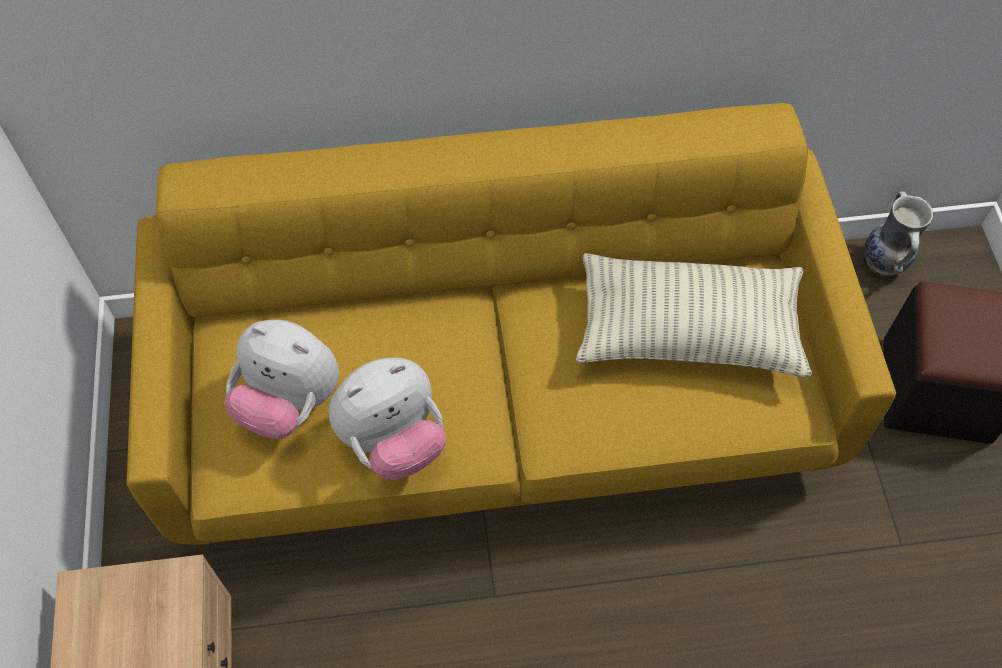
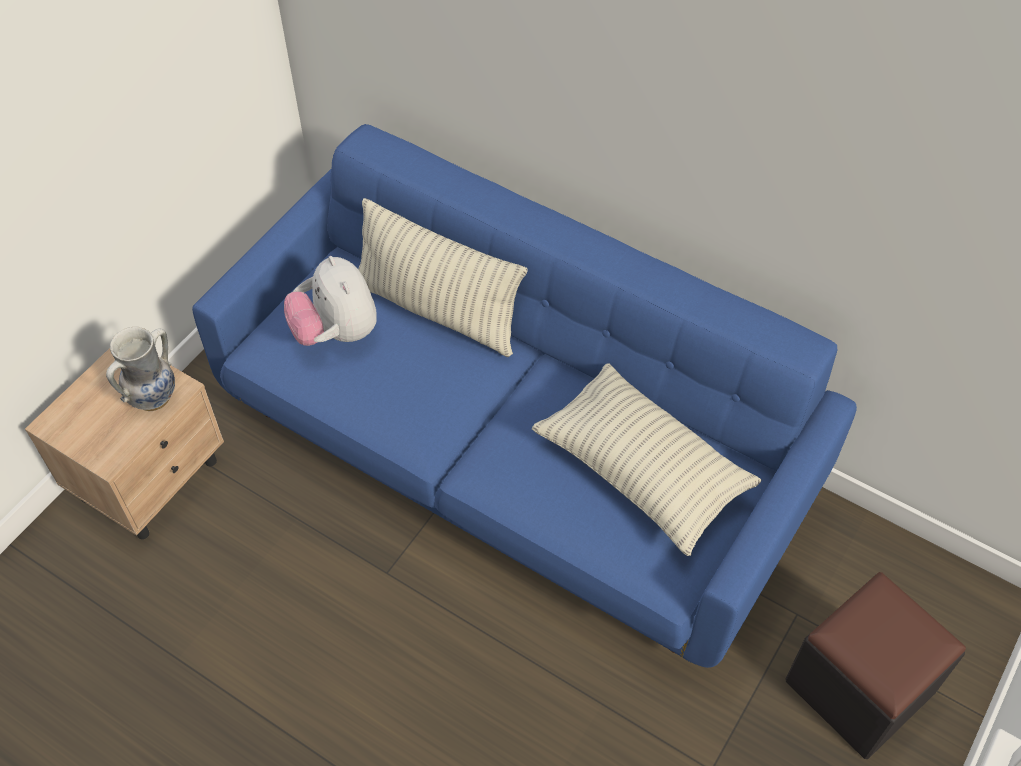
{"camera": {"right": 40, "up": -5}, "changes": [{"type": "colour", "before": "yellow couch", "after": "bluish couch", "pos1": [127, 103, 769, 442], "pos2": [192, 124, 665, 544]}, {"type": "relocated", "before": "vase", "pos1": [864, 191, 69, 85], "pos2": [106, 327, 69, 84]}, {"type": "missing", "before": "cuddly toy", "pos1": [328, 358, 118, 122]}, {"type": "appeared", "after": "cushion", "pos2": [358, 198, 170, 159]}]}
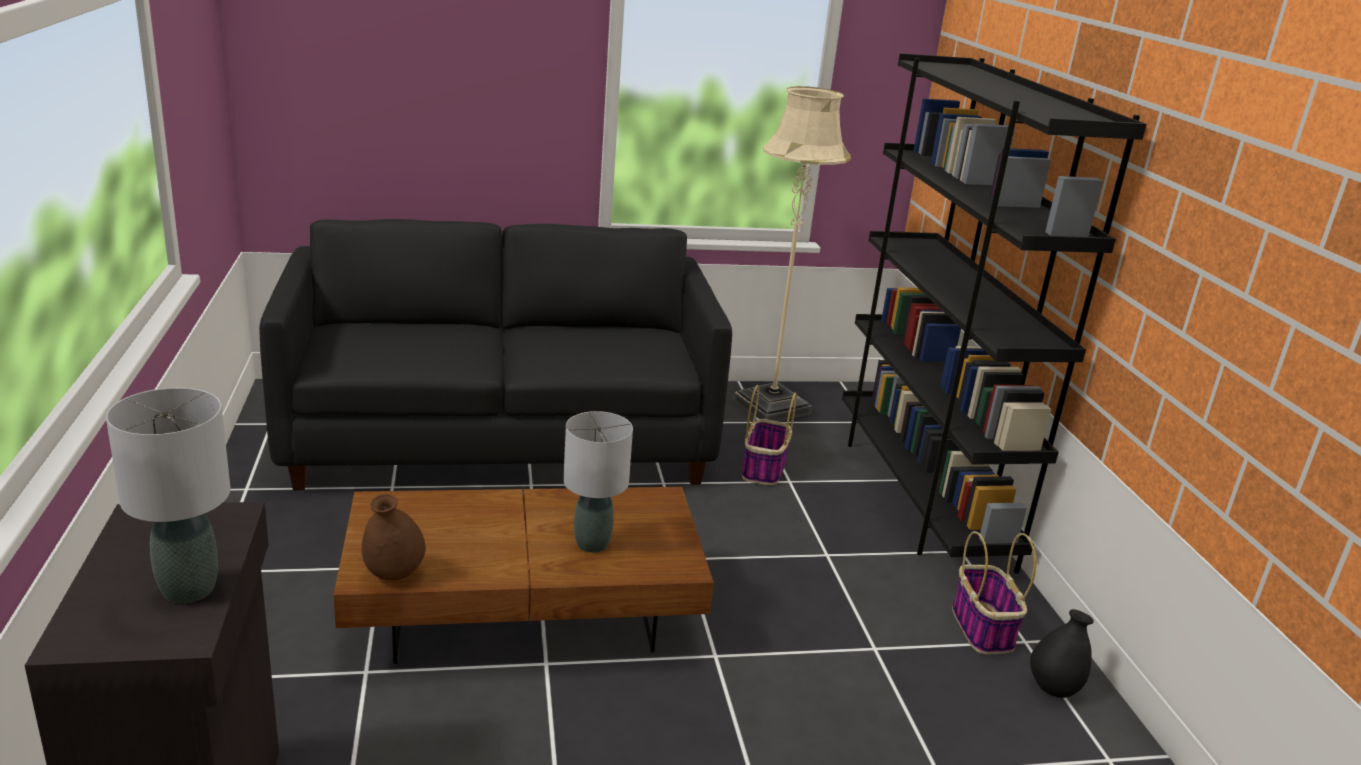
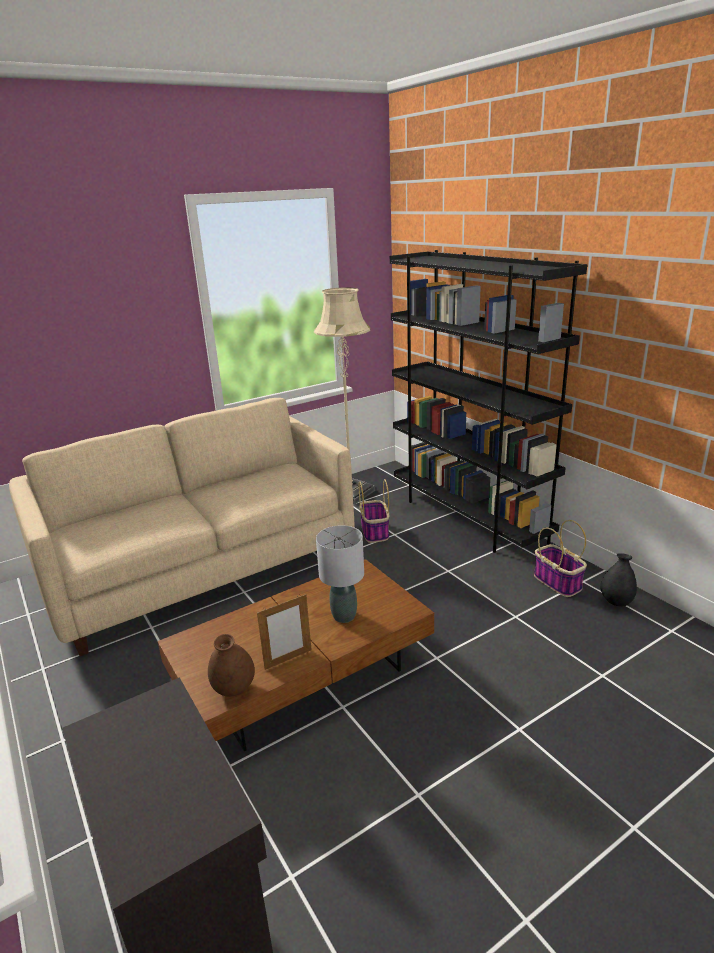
{"camera": {"right": -20, "up": 0}, "changes": [{"type": "colour", "before": "blackish couch", "after": "beige couch", "pos1": [259, 219, 473, 271], "pos2": [9, 398, 346, 258]}, {"type": "missing", "before": "gray tabletop lamp", "pos1": [106, 388, 125, 215]}, {"type": "appeared", "after": "picture frame", "pos2": [257, 594, 55, 76]}]}
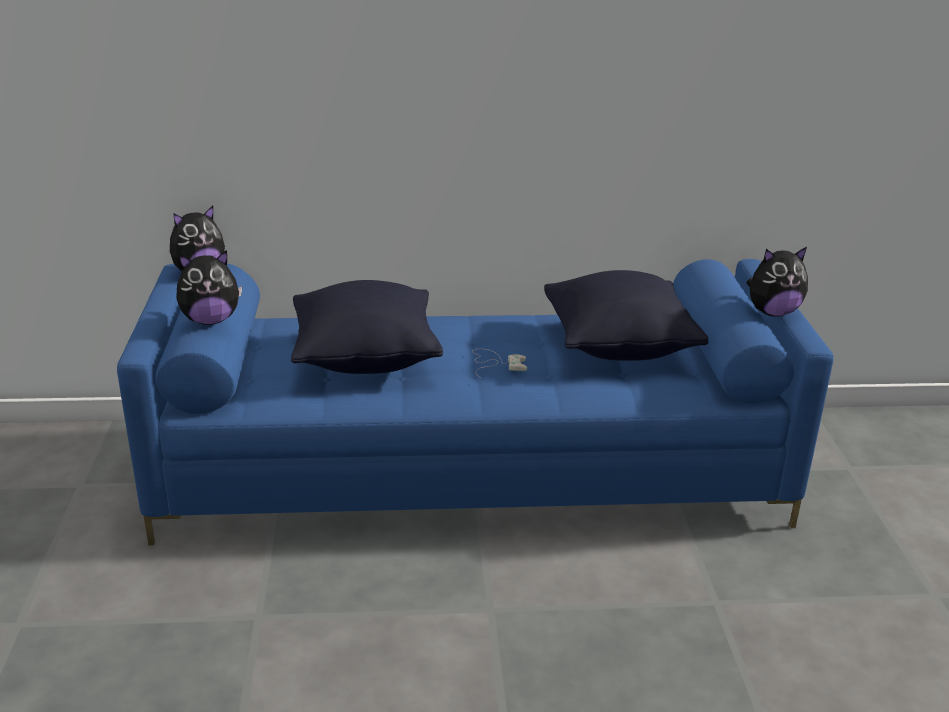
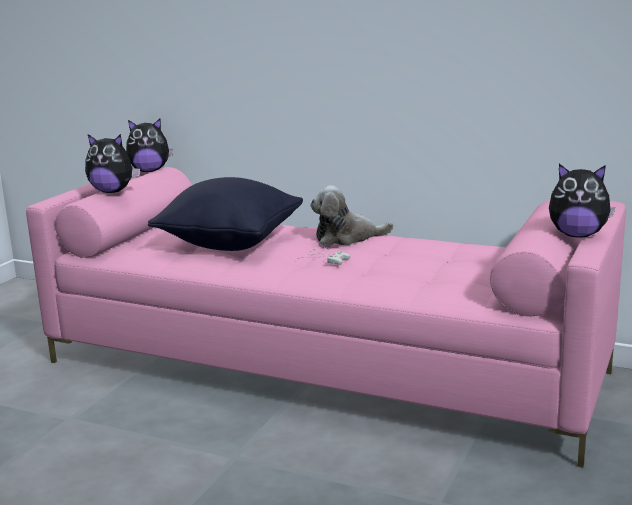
{"camera": {"right": 30, "up": -10}, "changes": [{"type": "colour", "before": "bluish couch", "after": "pink-coloured couch", "pos1": [117, 259, 717, 286], "pos2": [26, 167, 600, 301]}, {"type": "missing", "before": "blackish cushion", "pos1": [544, 270, 164, 91]}, {"type": "appeared", "after": "cuddly toy", "pos2": [310, 185, 84, 60]}]}
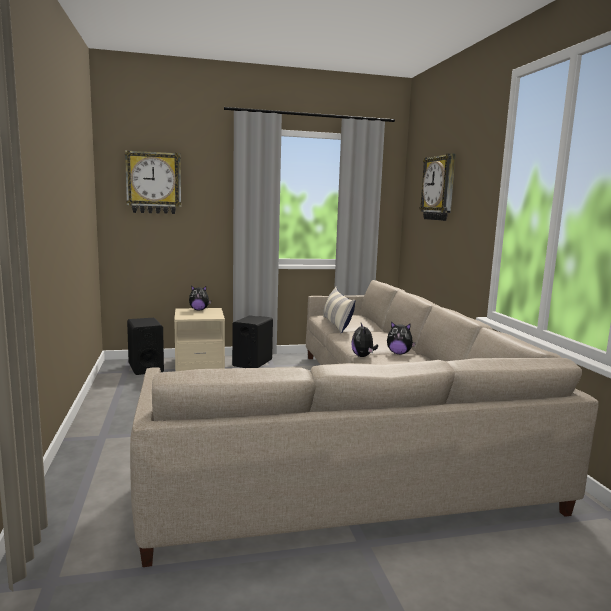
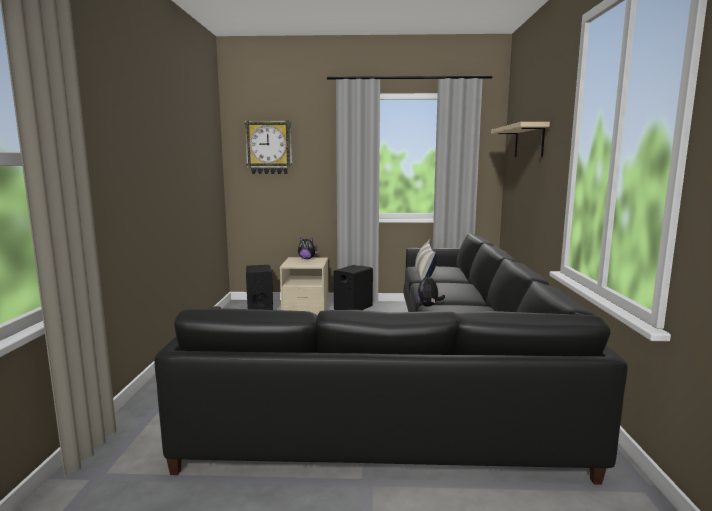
{"camera": {"right": 15, "up": 0}, "changes": [{"type": "exchanged", "before": "clock on the wall", "after": "beige shelf", "pos1": [419, 154, 37, 67], "pos2": [491, 122, 59, 35]}, {"type": "colour", "before": "beige couch", "after": "blackish couch", "pos1": [130, 280, 468, 287], "pos2": [154, 233, 474, 252]}, {"type": "missing", "before": "cuddly toy", "pos1": [387, 321, 29, 33]}]}
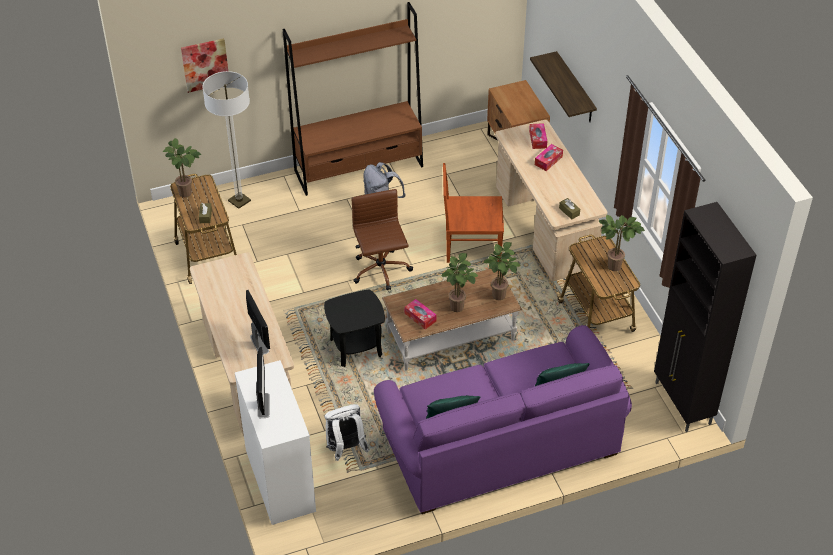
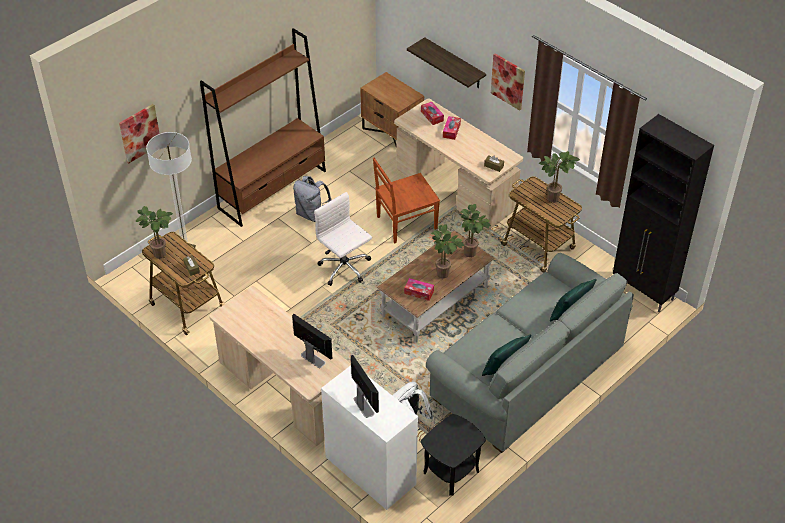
{"camera": {"right": -25, "up": 0}, "changes": [{"type": "colour", "before": "brownish computer chair", "after": "white-coloured computer chair", "pos1": [352, 189, 61, 102], "pos2": [314, 192, 58, 94]}, {"type": "relocated", "before": "blackish end table", "pos1": [324, 289, 61, 78], "pos2": [421, 414, 65, 82]}, {"type": "colour", "before": "purple-coloured couch", "after": "gray couch", "pos1": [374, 325, 258, 189], "pos2": [426, 253, 208, 200]}, {"type": "appeared", "after": "picture", "pos2": [491, 53, 34, 58]}]}
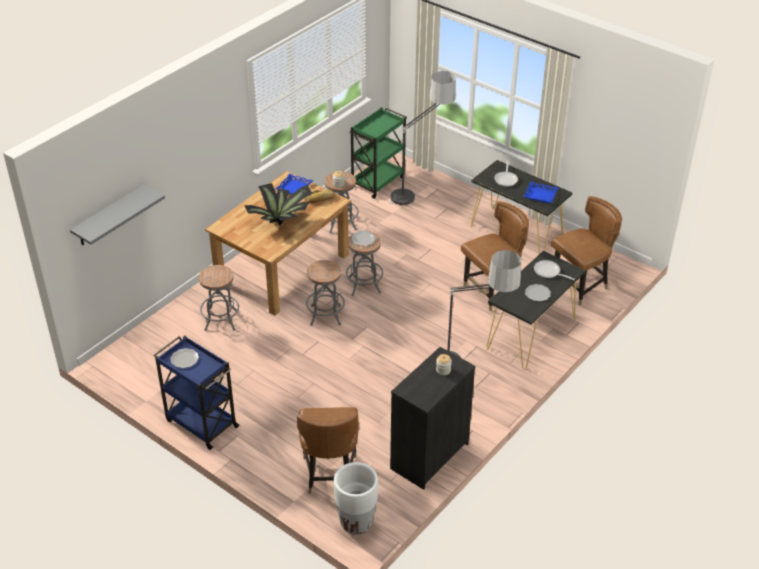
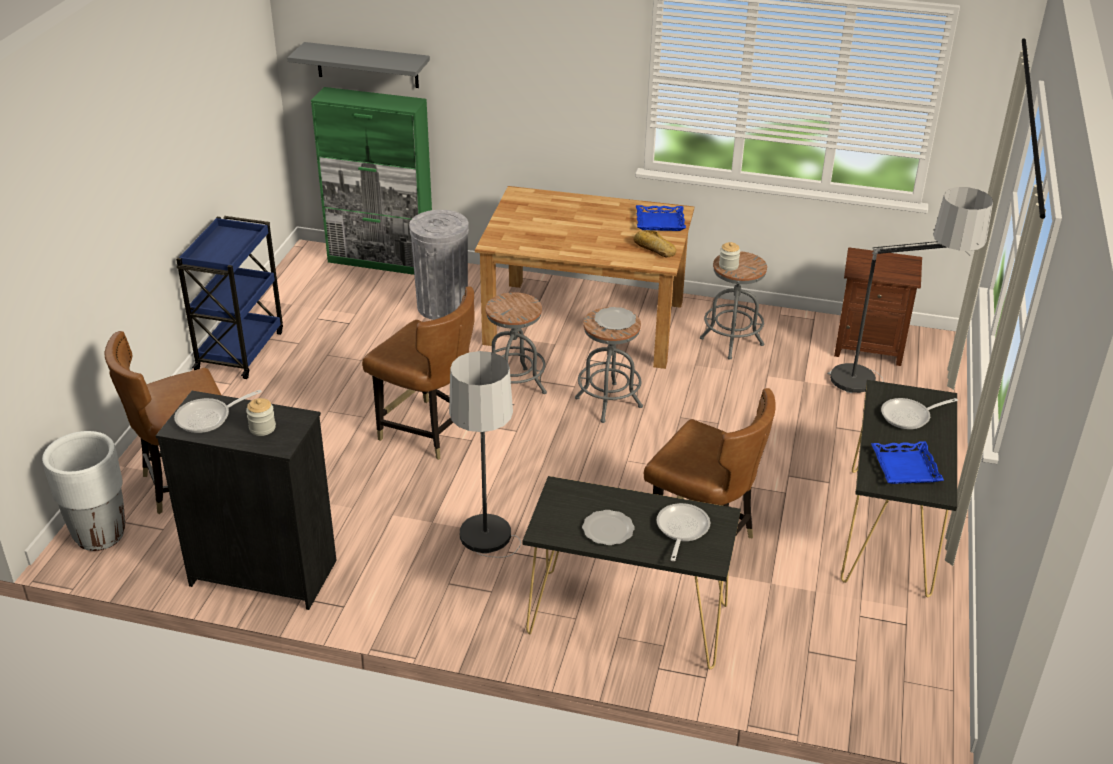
{"camera": {"right": 65, "up": -5}, "changes": [{"type": "exchanged", "before": "green-coloured trolley", "after": "brownish night table", "pos1": [349, 107, 58, 92], "pos2": [834, 247, 88, 119]}, {"type": "missing", "before": "houseplant", "pos1": [244, 183, 69, 42]}, {"type": "relocated", "before": "brownish plain chair", "pos1": [551, 196, 71, 110], "pos2": [362, 287, 112, 173]}, {"type": "exchanged", "before": "gray stool", "after": "gray rubbish bin", "pos1": [198, 265, 41, 66], "pos2": [409, 210, 60, 110]}, {"type": "missing", "before": "dinner plate", "pos1": [170, 348, 29, 20]}, {"type": "appeared", "after": "green-coloured cupboard", "pos2": [311, 87, 121, 188]}, {"type": "appeared", "after": "skillet", "pos2": [174, 390, 88, 43]}]}
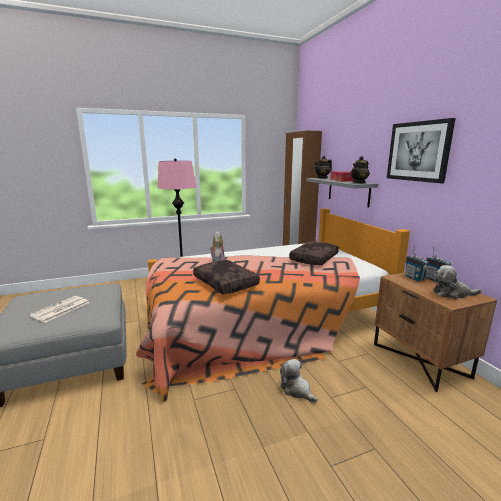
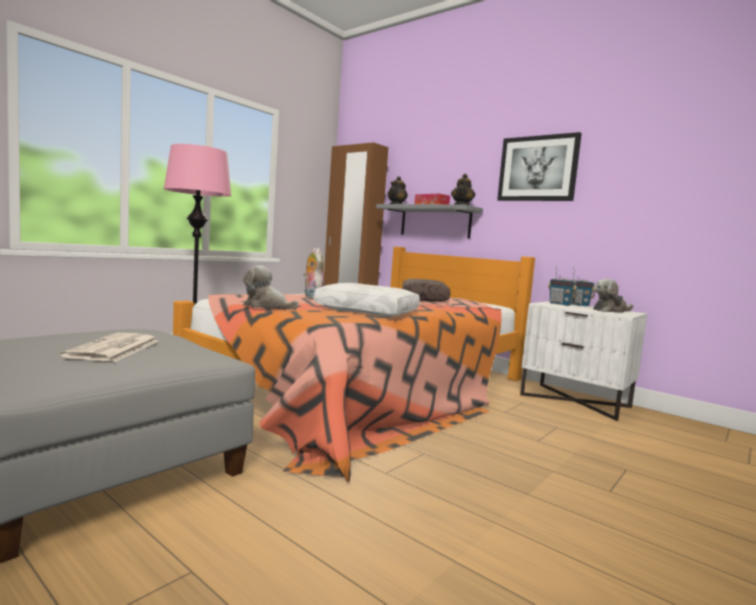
{"camera": {"right": -30, "up": -10}, "changes": [{"type": "colour", "before": "brownish cushion", "after": "white-coloured cushion", "pos1": [193, 260, 67, 35], "pos2": [314, 283, 106, 33]}, {"type": "colour", "before": "brownish night table", "after": "white-coloured night table", "pos1": [374, 272, 123, 120], "pos2": [520, 301, 127, 120]}, {"type": "relocated", "before": "cuddly toy", "pos1": [280, 359, 38, 44], "pos2": [243, 266, 56, 44]}]}
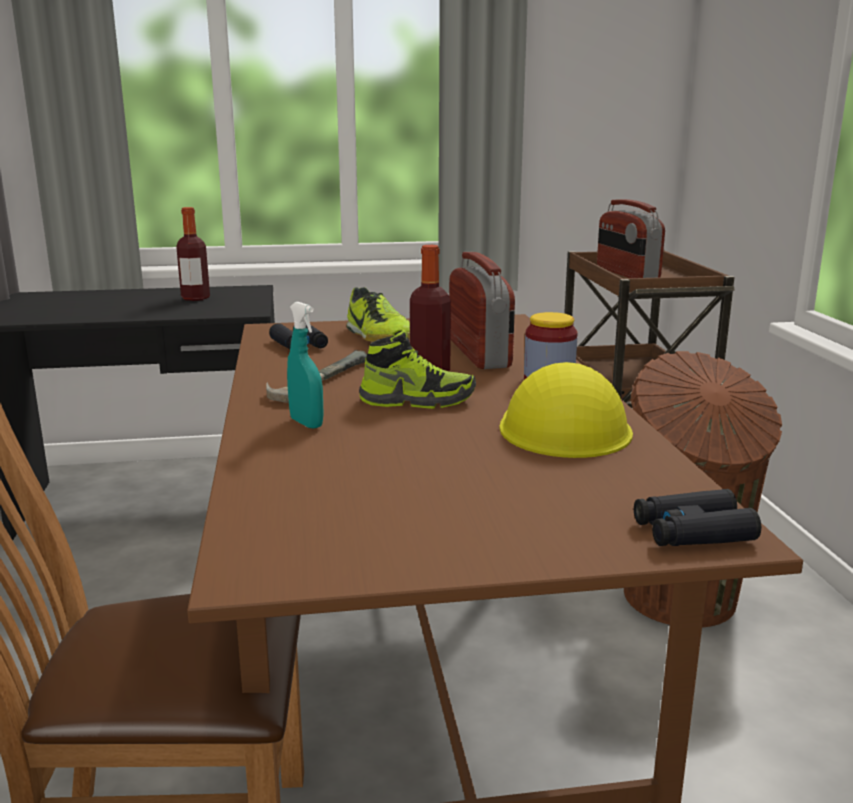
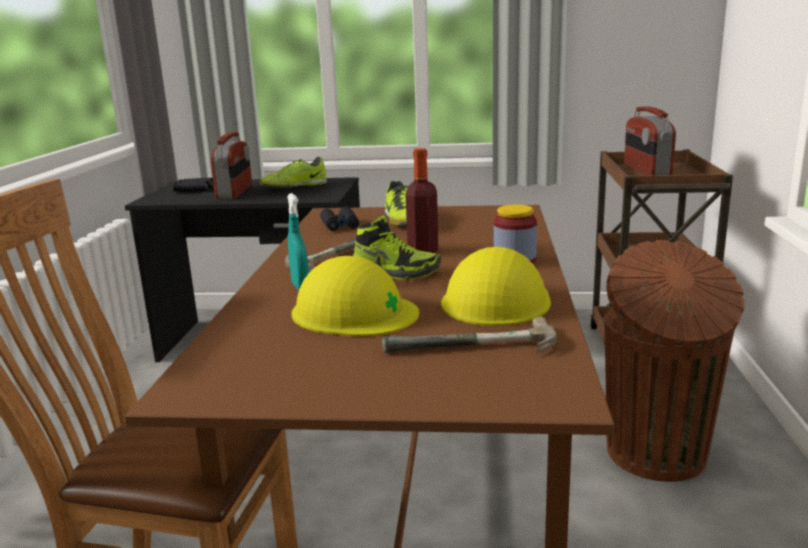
{"camera": {"right": 15, "up": 0}, "changes": [{"type": "exchanged", "before": "beverage bottle", "after": "item of footwear", "pos1": [176, 207, 34, 94], "pos2": [259, 156, 68, 32]}, {"type": "relocated", "before": "radio", "pos1": [449, 252, 66, 117], "pos2": [210, 132, 42, 68]}, {"type": "relocated", "before": "blackish pair of binoculars", "pos1": [634, 489, 127, 57], "pos2": [173, 178, 41, 14]}, {"type": "appeared", "after": "yellow work helmet", "pos2": [291, 256, 128, 81]}, {"type": "appeared", "after": "hand hammer", "pos2": [382, 317, 174, 37]}]}
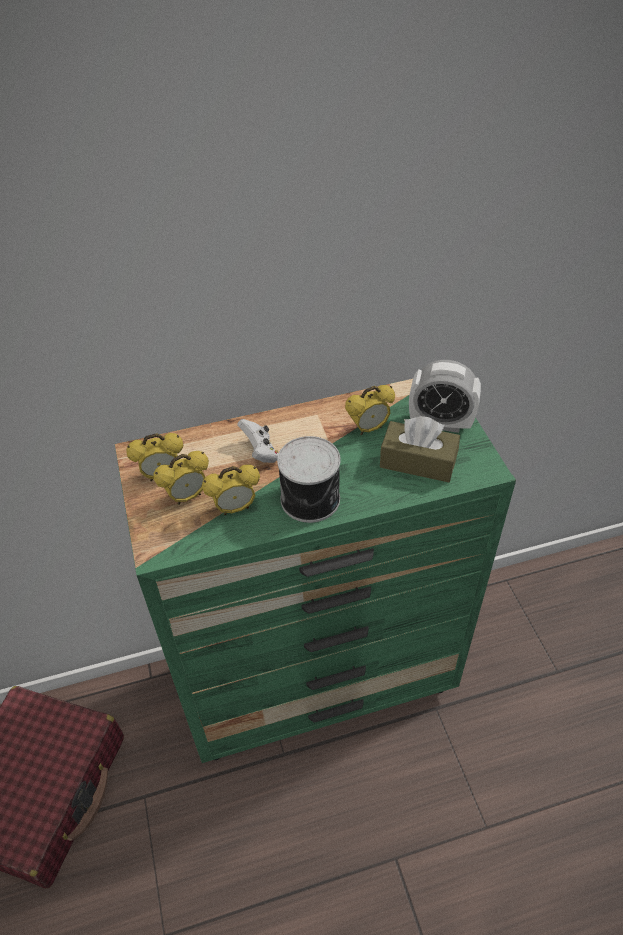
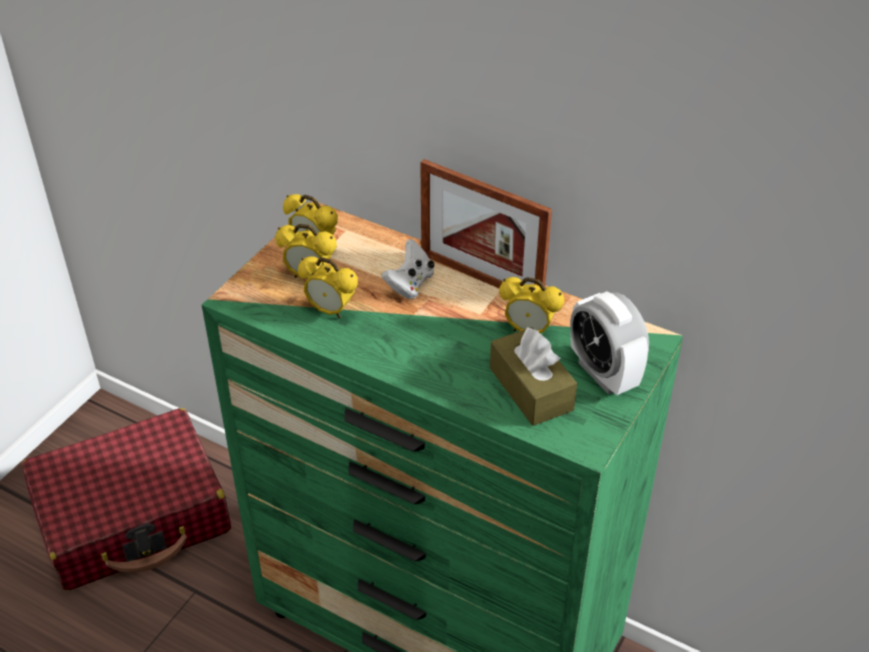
{"camera": {"right": 45, "up": -5}, "changes": [{"type": "missing", "before": "sealed can", "pos1": [277, 436, 64, 87]}, {"type": "appeared", "after": "picture frame", "pos2": [420, 159, 132, 129]}]}
